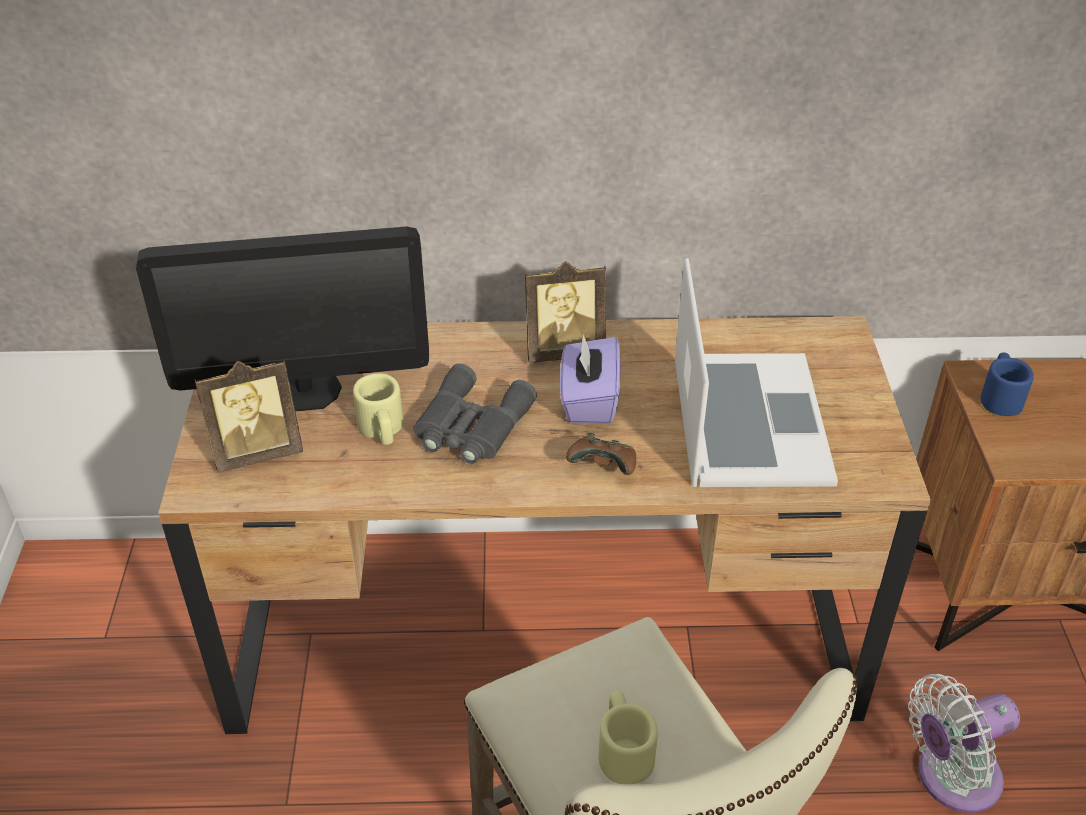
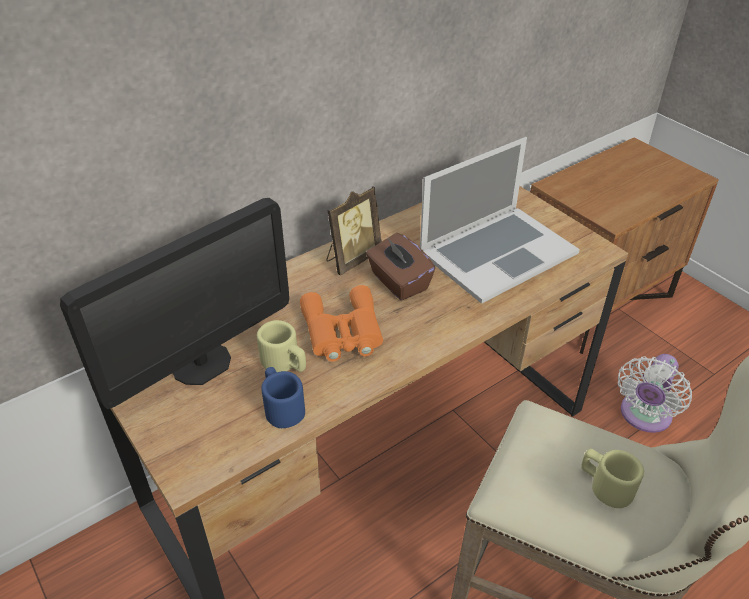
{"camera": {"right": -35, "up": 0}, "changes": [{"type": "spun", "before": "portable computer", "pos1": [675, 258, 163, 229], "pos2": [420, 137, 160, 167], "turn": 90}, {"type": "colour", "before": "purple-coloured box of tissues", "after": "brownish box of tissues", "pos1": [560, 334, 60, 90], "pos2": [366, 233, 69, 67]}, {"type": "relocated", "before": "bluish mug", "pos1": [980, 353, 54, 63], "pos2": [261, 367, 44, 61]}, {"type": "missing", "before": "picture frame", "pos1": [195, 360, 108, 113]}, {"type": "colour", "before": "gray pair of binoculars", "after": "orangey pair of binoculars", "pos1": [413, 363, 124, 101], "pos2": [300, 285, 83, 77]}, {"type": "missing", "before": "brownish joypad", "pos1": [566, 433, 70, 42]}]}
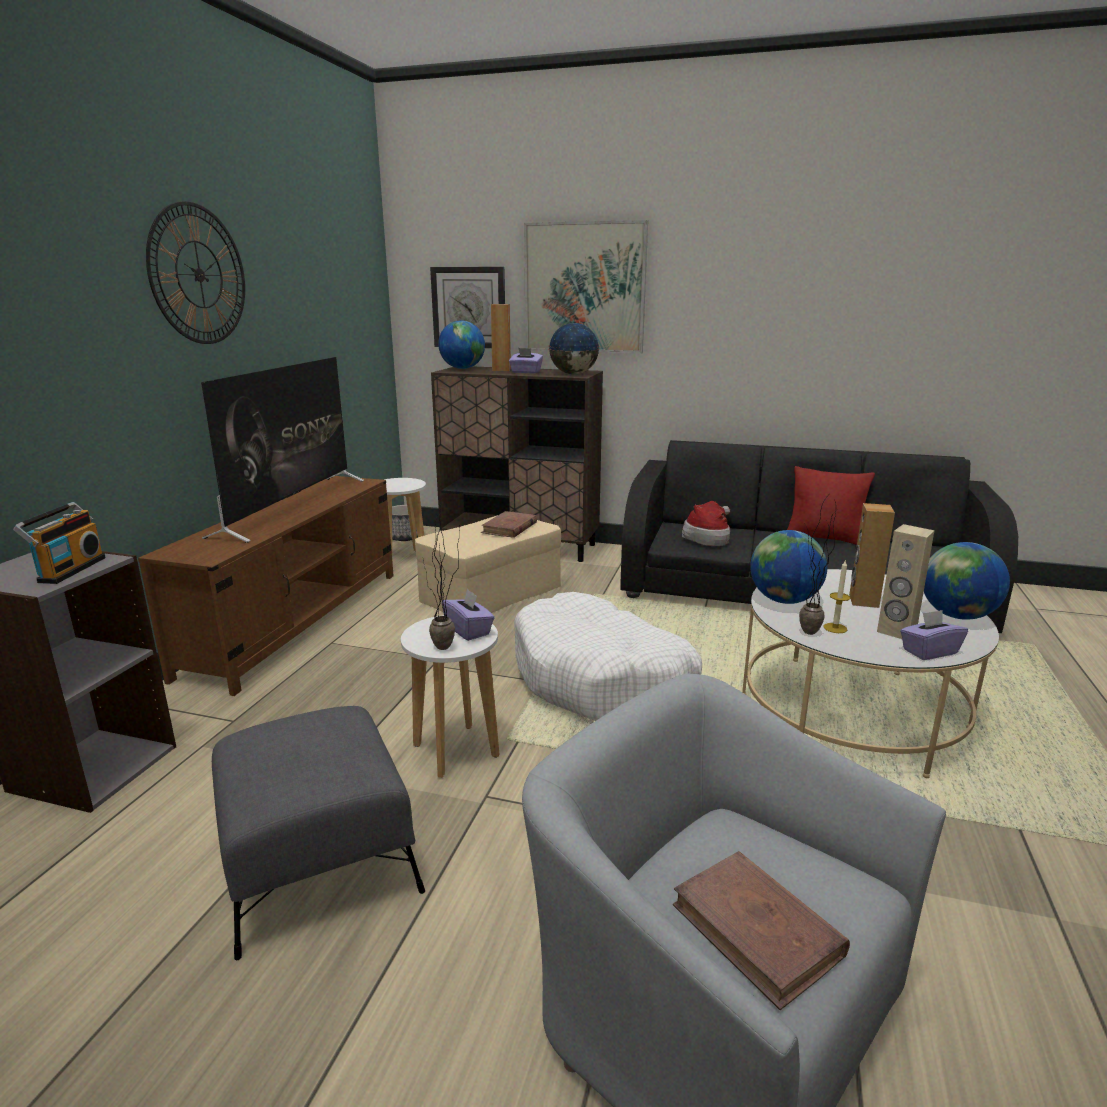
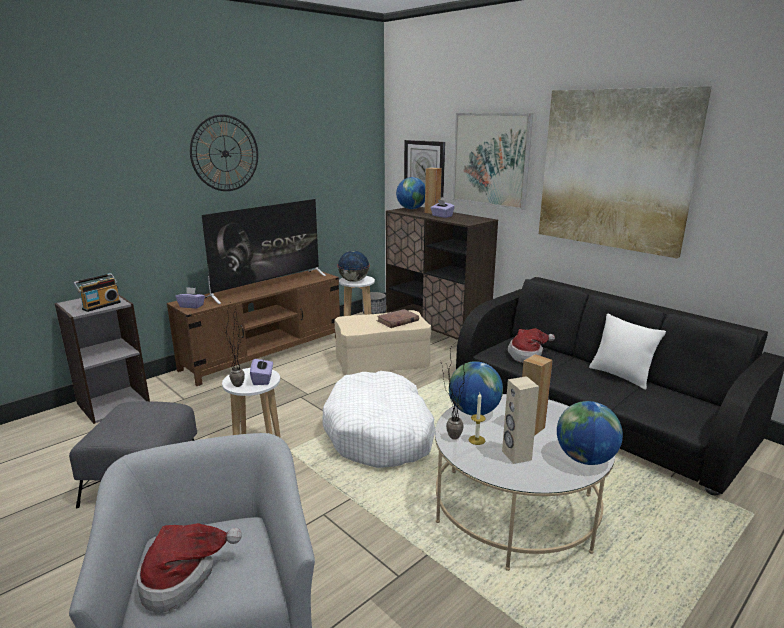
{"camera": {"right": 30, "up": 0}, "changes": [{"type": "relocated", "before": "desk globe", "pos1": [549, 323, 51, 51], "pos2": [337, 251, 33, 31]}, {"type": "colour", "before": "red cushion", "after": "white-coloured cushion", "pos1": [787, 466, 88, 79], "pos2": [589, 313, 77, 77]}, {"type": "relocated", "before": "purple-coloured box of tissues", "pos1": [900, 610, 68, 50], "pos2": [176, 287, 29, 21]}, {"type": "exchanged", "before": "brownish bound book", "after": "wearable hat", "pos1": [673, 851, 177, 159], "pos2": [137, 523, 105, 90]}, {"type": "appeared", "after": "picture", "pos2": [539, 86, 173, 172]}]}
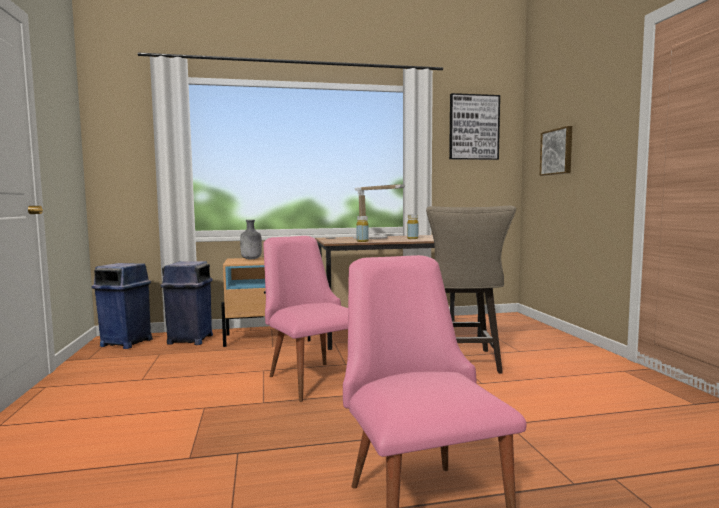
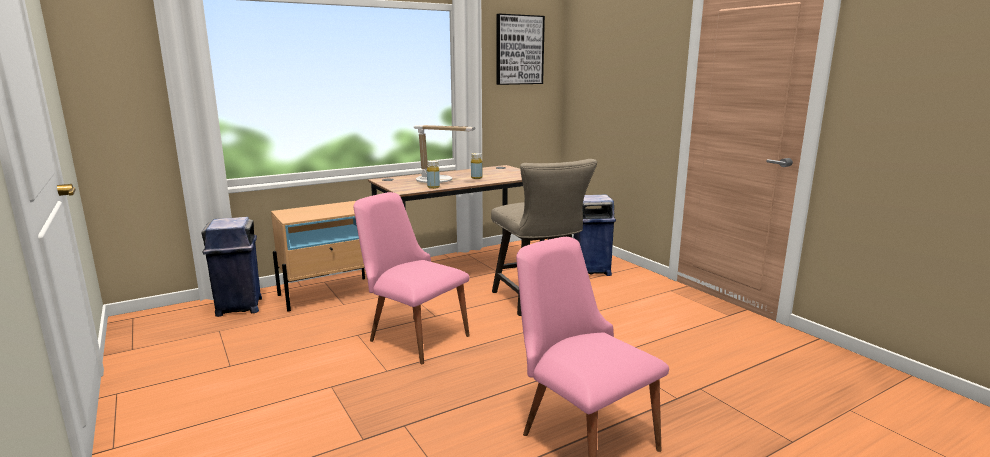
{"camera": {"right": -20, "up": 10}, "changes": [{"type": "missing", "before": "picture", "pos1": [540, 126, 32, 50]}, {"type": "missing", "before": "gray beverage bottle", "pos1": [240, 220, 22, 39]}, {"type": "relocated", "before": "bluish rubbish bin", "pos1": [92, 263, 61, 86], "pos2": [574, 194, 42, 82]}]}
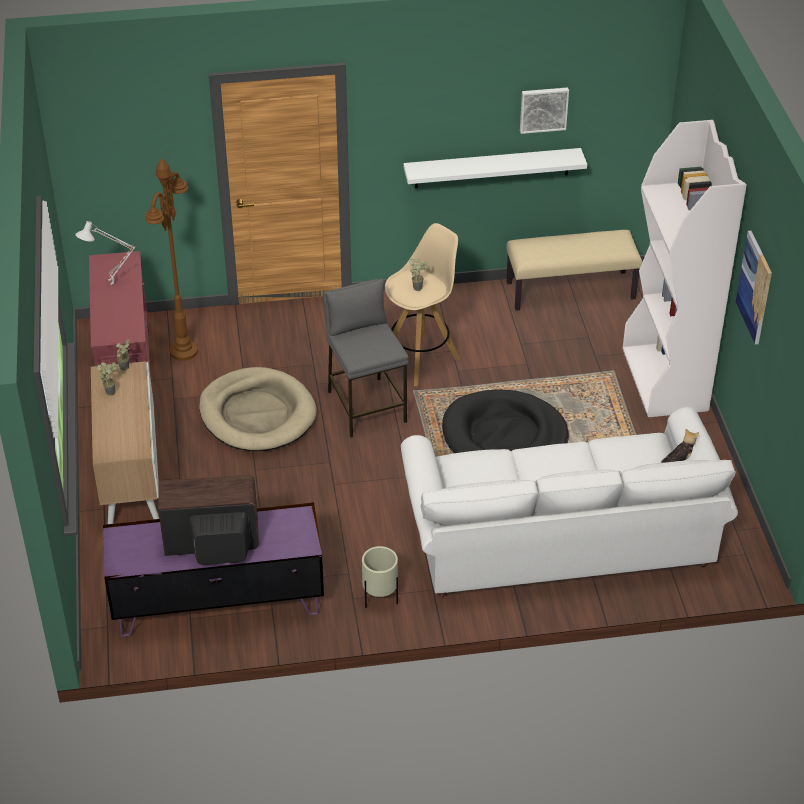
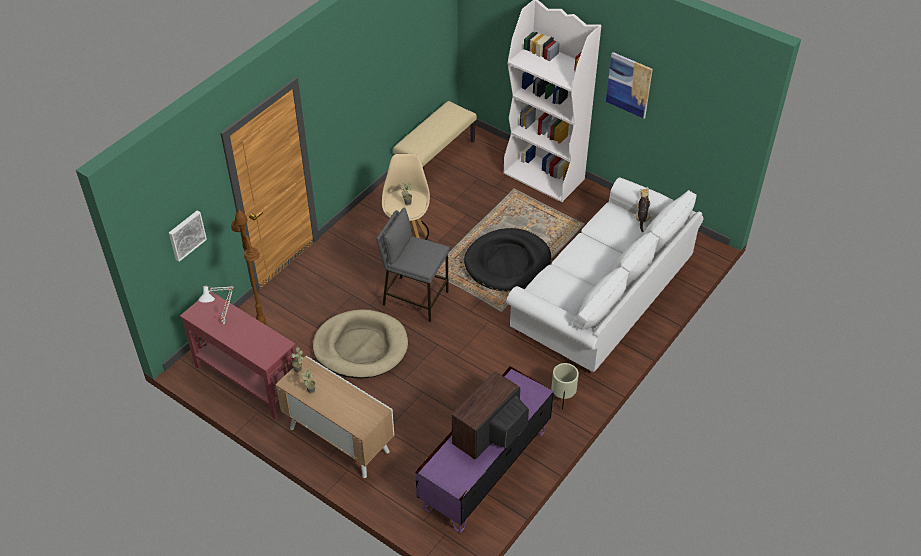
{"camera": {"right": -45, "up": 5}, "changes": [{"type": "relocated", "before": "picture", "pos1": [520, 87, 49, 47], "pos2": [169, 211, 38, 51]}, {"type": "missing", "before": "white-coloured shelf", "pos1": [403, 148, 184, 40]}]}
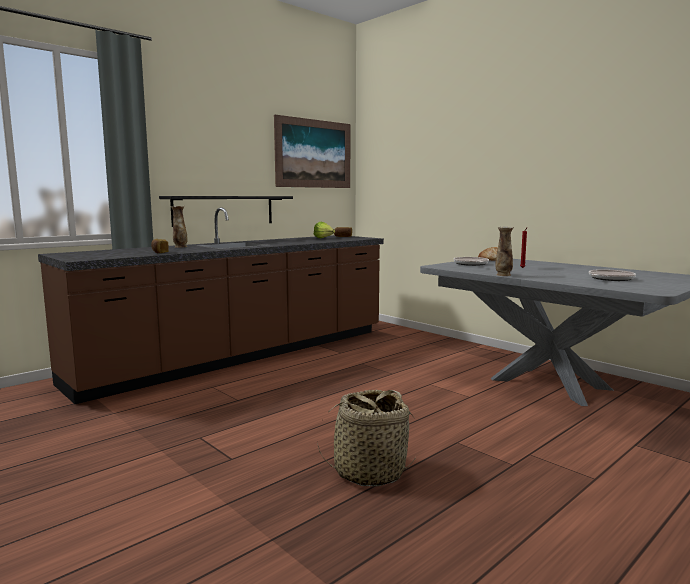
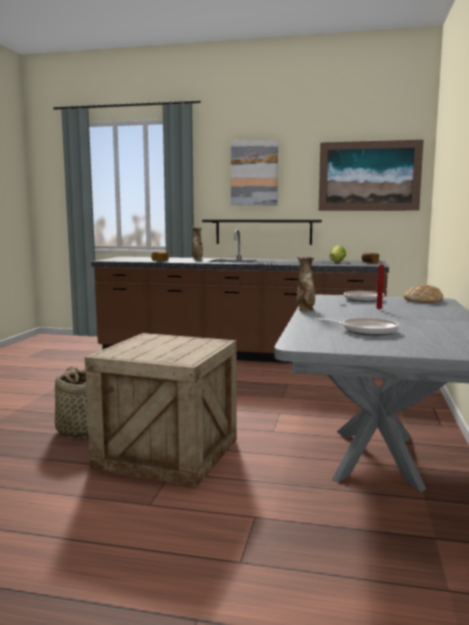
{"camera": {"right": 55, "up": 0}, "changes": [{"type": "appeared", "after": "picture", "pos2": [231, 140, 47, 66]}, {"type": "appeared", "after": "crate", "pos2": [85, 333, 152, 154]}]}
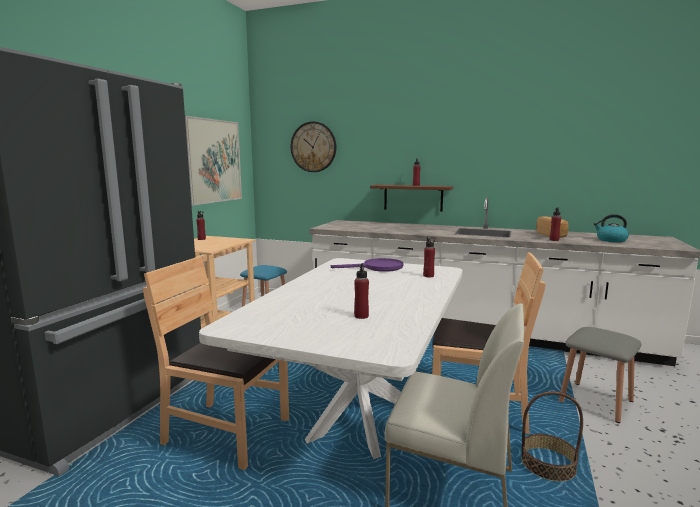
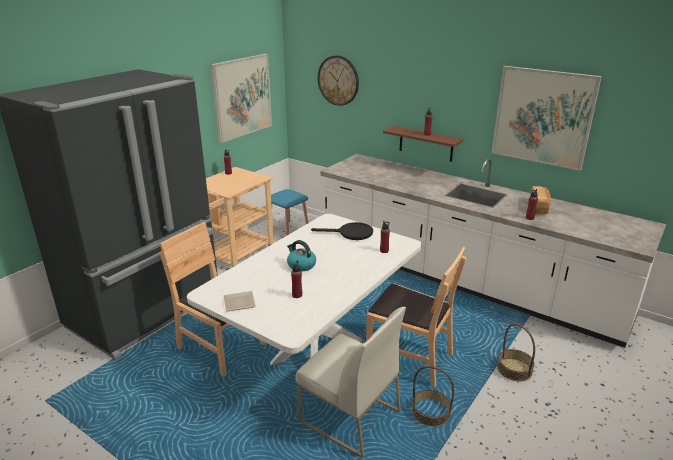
{"camera": {"right": 15, "up": 15}, "changes": [{"type": "relocated", "before": "tea kettle", "pos1": [593, 214, 36, 28], "pos2": [287, 240, 29, 31]}, {"type": "colour", "before": "purple-coloured skillet", "after": "blackish skillet", "pos1": [331, 258, 73, 14], "pos2": [311, 222, 62, 18]}, {"type": "exchanged", "before": "gray stool", "after": "storage basket", "pos1": [559, 327, 83, 96], "pos2": [497, 323, 38, 58]}, {"type": "appeared", "after": "picture", "pos2": [492, 66, 110, 105]}, {"type": "appeared", "after": "dinner plate", "pos2": [223, 291, 33, 20]}]}
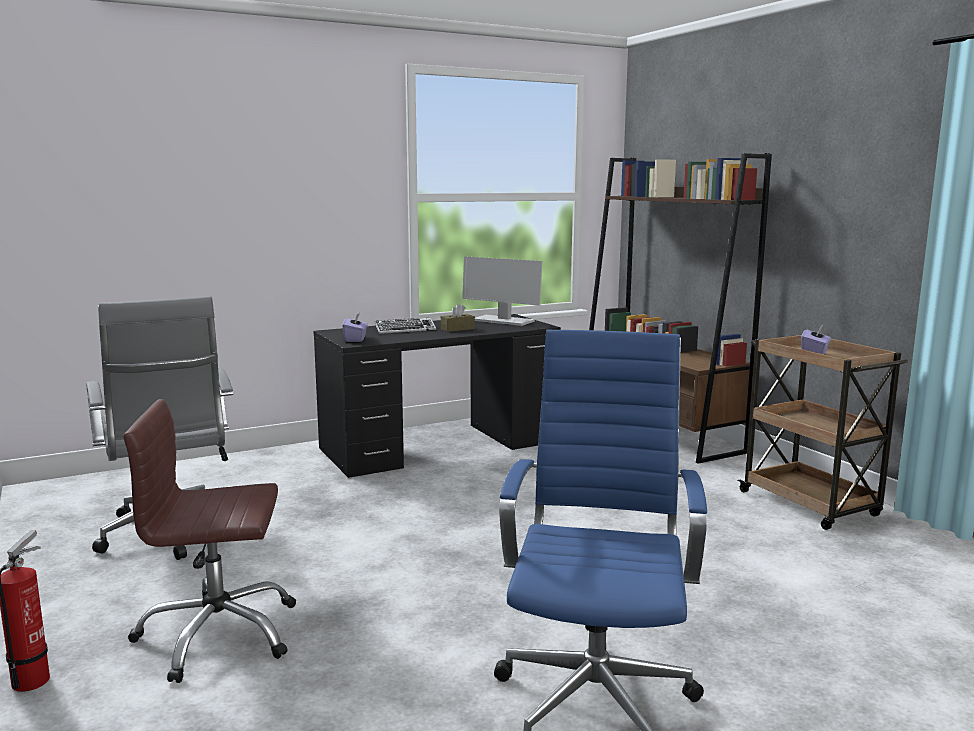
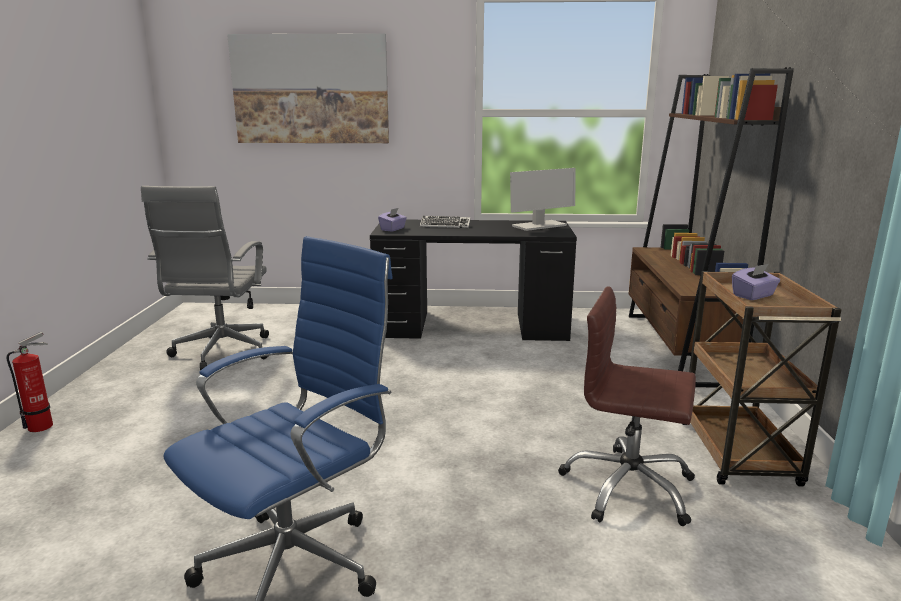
{"camera": {"right": 30, "up": 5}, "changes": [{"type": "spun", "before": "computer display", "pos1": [462, 256, 81, 70], "pos2": [510, 168, 66, 63], "turn": -90}, {"type": "missing", "before": "brownish box of tissues", "pos1": [441, 304, 34, 28]}, {"type": "relocated", "before": "brownish computer chair", "pos1": [123, 399, 173, 284], "pos2": [558, 286, 138, 240]}, {"type": "appeared", "after": "picture", "pos2": [227, 33, 162, 110]}]}
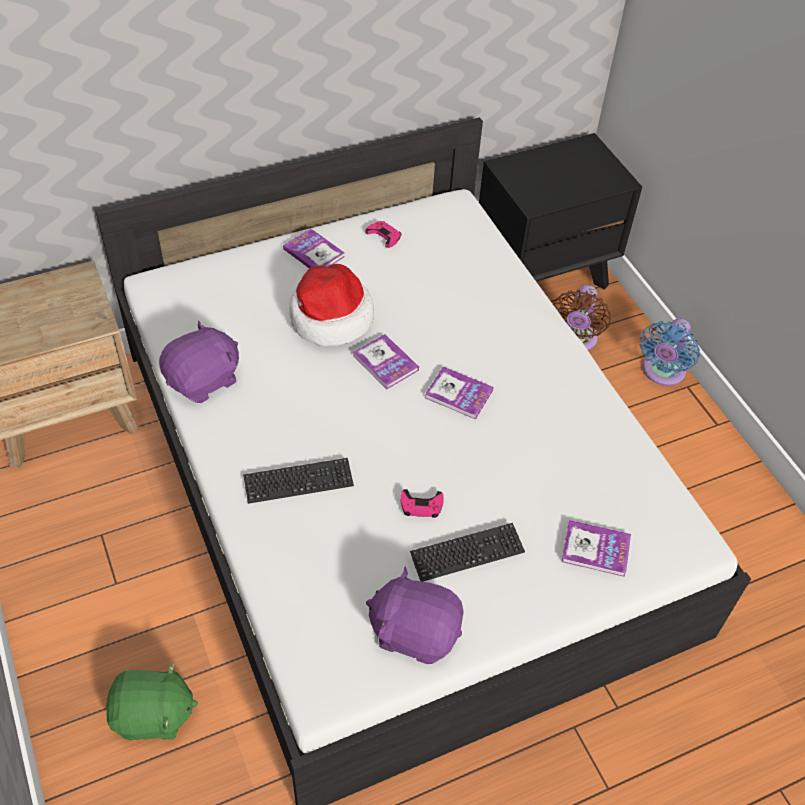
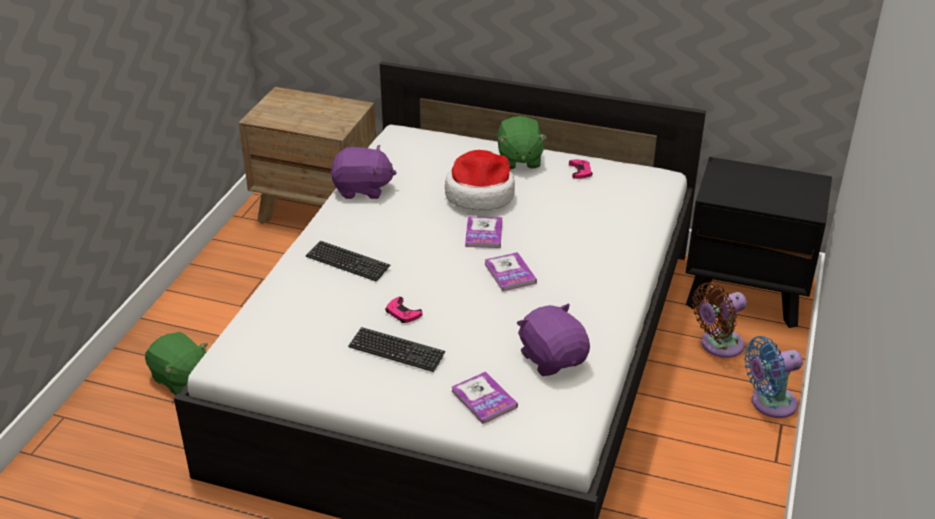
{"camera": {"right": 45, "up": -15}, "changes": [{"type": "exchanged", "before": "bound book", "after": "green-coloured cuddly toy", "pos1": [283, 228, 62, 40], "pos2": [497, 116, 50, 53]}, {"type": "relocated", "before": "purple-coloured cuddly toy", "pos1": [366, 567, 98, 97], "pos2": [516, 303, 74, 73]}]}
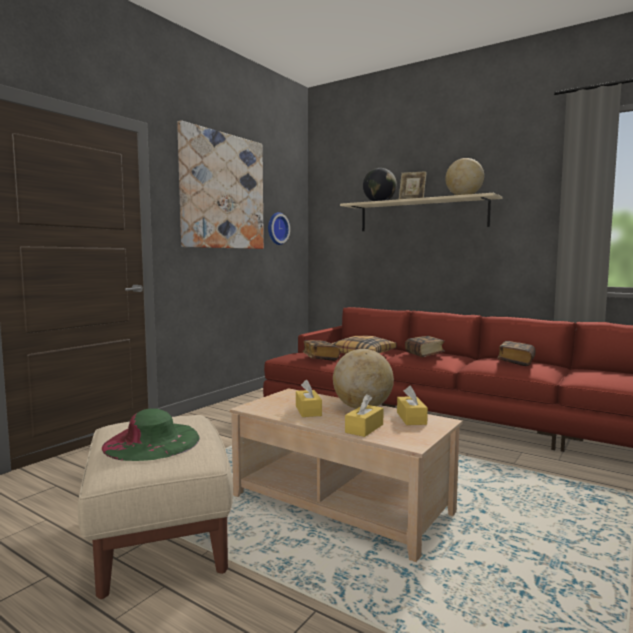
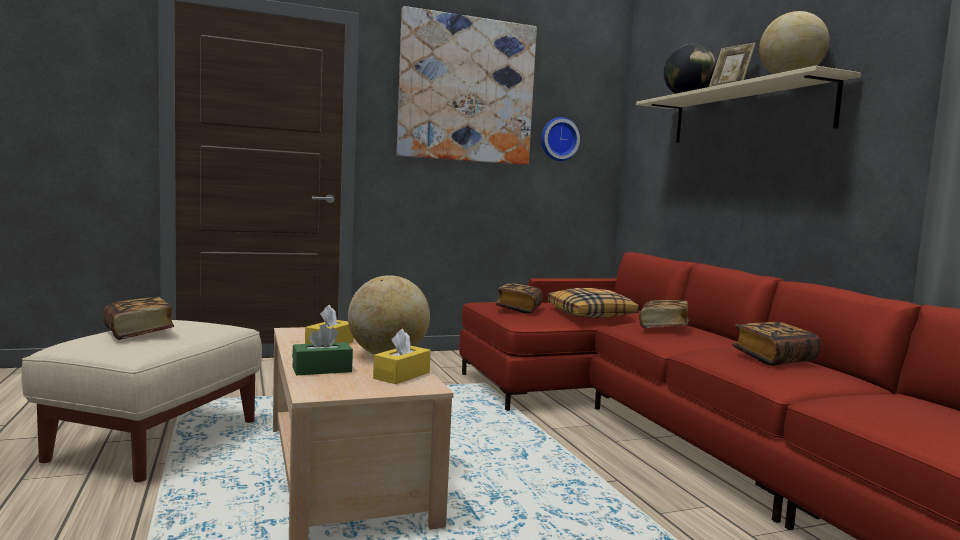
{"camera": {"right": 35, "up": 0}, "changes": [{"type": "colour", "before": "yellow box of tissues", "after": "green-coloured box of tissues", "pos1": [345, 394, 39, 43], "pos2": [292, 324, 61, 51]}, {"type": "exchanged", "before": "green-coloured wearable hat", "after": "bound book", "pos1": [102, 408, 98, 53], "pos2": [103, 297, 71, 43]}]}
